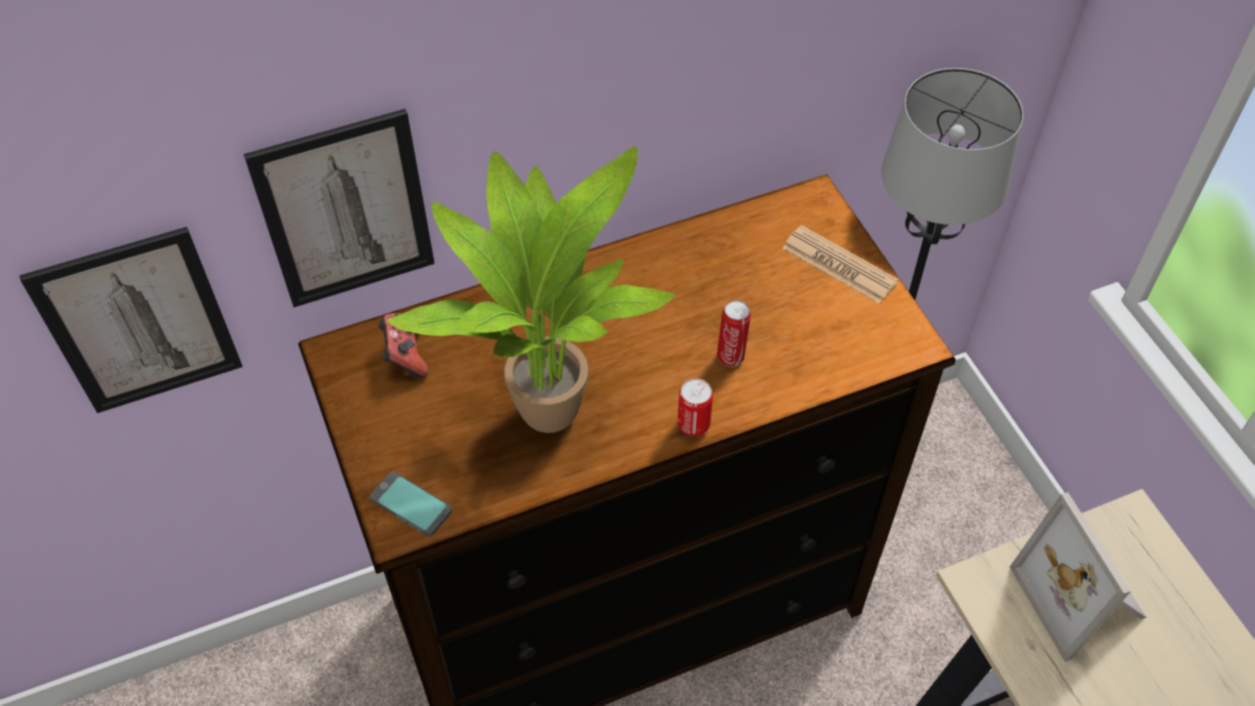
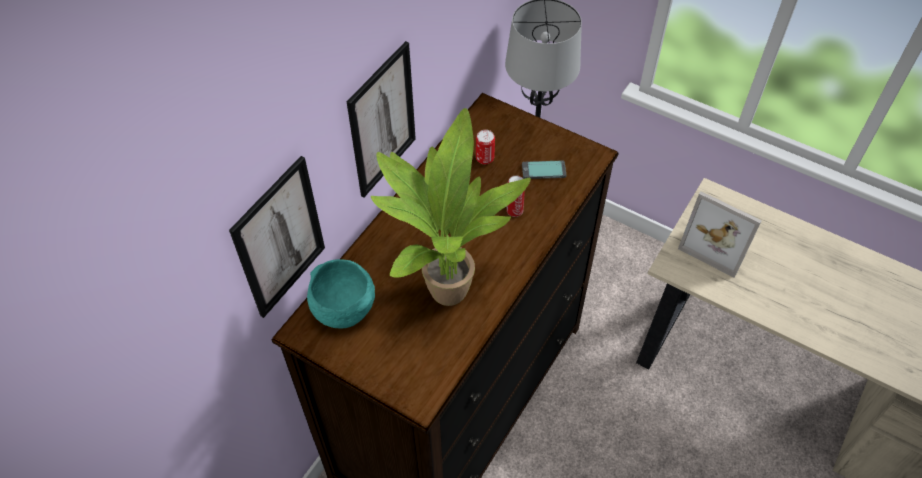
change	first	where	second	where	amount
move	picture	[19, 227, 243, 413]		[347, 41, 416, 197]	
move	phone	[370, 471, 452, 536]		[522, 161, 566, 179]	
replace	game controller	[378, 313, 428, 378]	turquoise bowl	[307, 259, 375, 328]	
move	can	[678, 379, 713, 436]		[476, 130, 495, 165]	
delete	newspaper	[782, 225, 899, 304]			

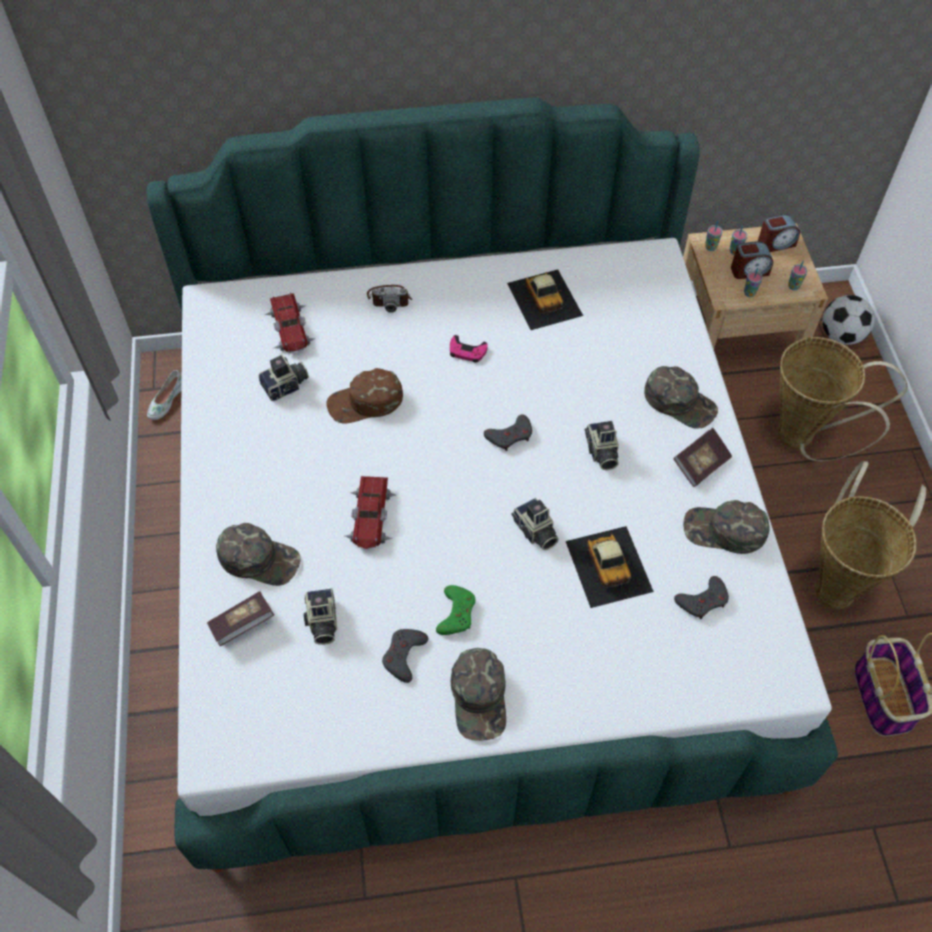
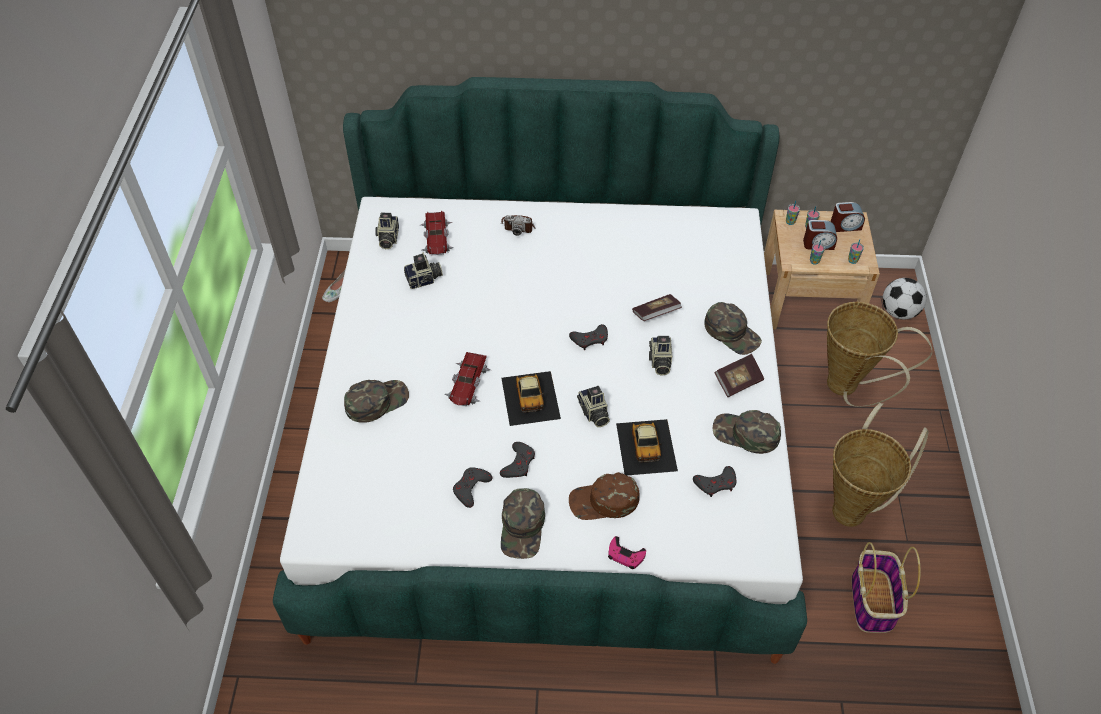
change	first	where	second	where	amount
move	book	[207, 592, 274, 646]		[632, 294, 682, 321]	
rotate	green cap	[216, 523, 301, 586]		[344, 380, 409, 423]	60 degrees counterclockwise
move	photo camera	[304, 588, 337, 645]		[375, 213, 399, 249]	
move	brown cap	[327, 368, 403, 424]		[569, 472, 640, 520]	
recolor	green game controller	[436, 585, 476, 635]	grey game controller	[500, 442, 535, 478]	
move	pink game controller	[450, 335, 488, 363]		[608, 536, 646, 569]	
move	toy car	[507, 270, 583, 330]		[501, 371, 561, 426]	

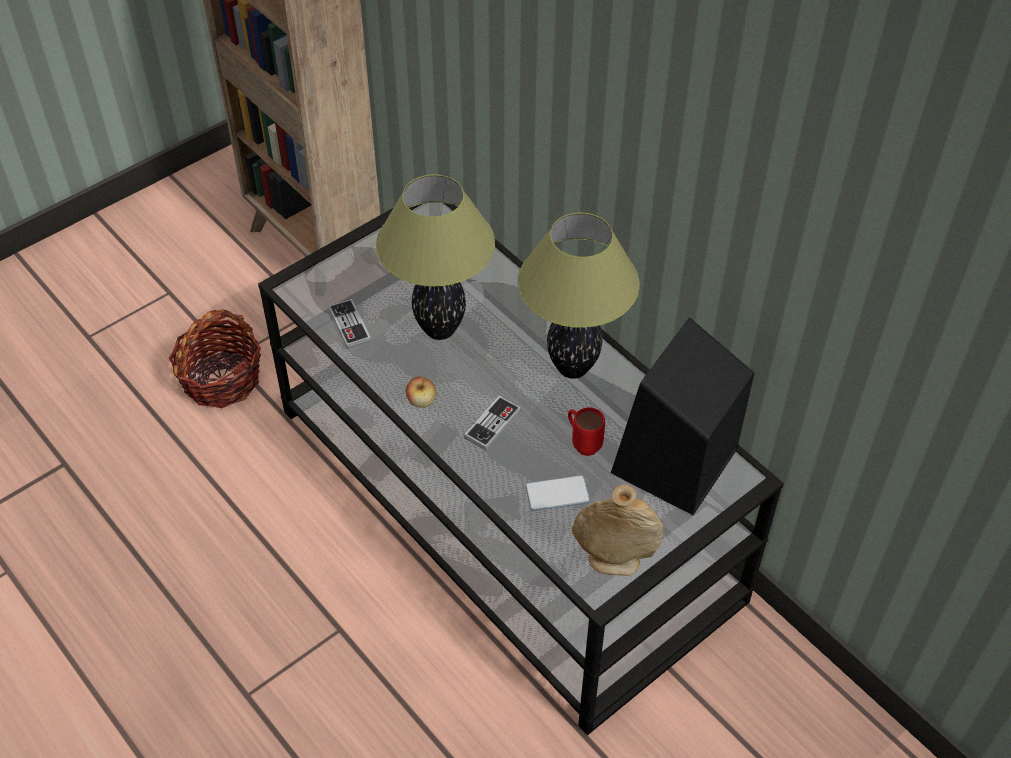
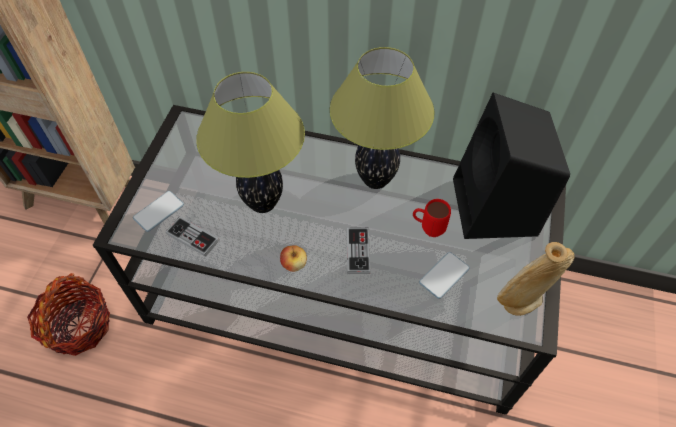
change	first	where	second	where	amount
insert			phone	[133, 191, 184, 232]	

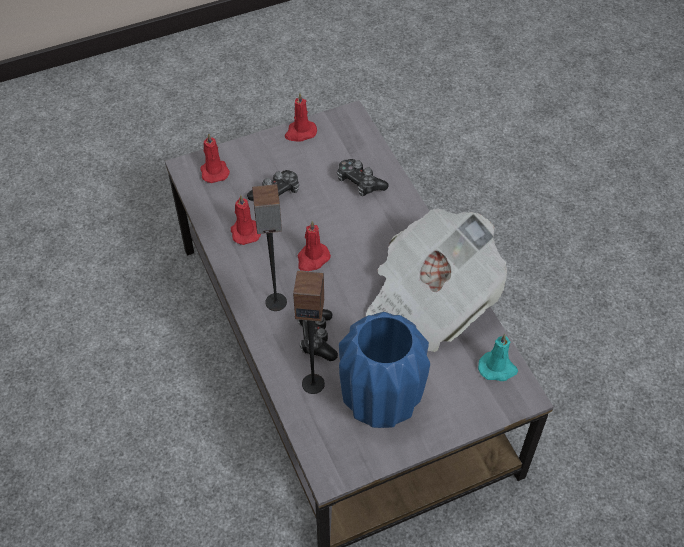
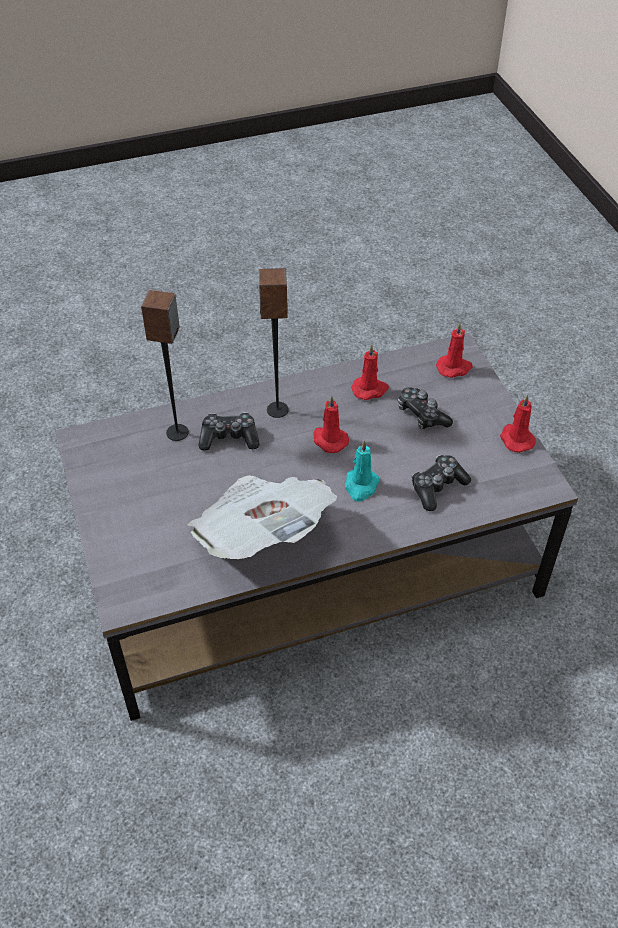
change	first	where	second	where	amount
delete	blue vase	[339, 312, 430, 428]			
move	turquoise candle	[478, 334, 518, 381]		[345, 440, 380, 502]	

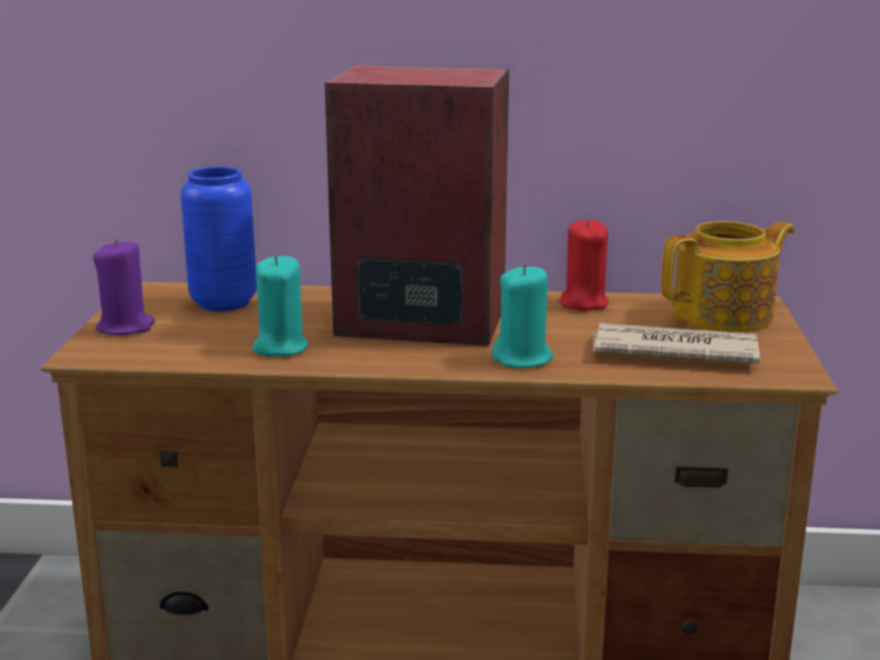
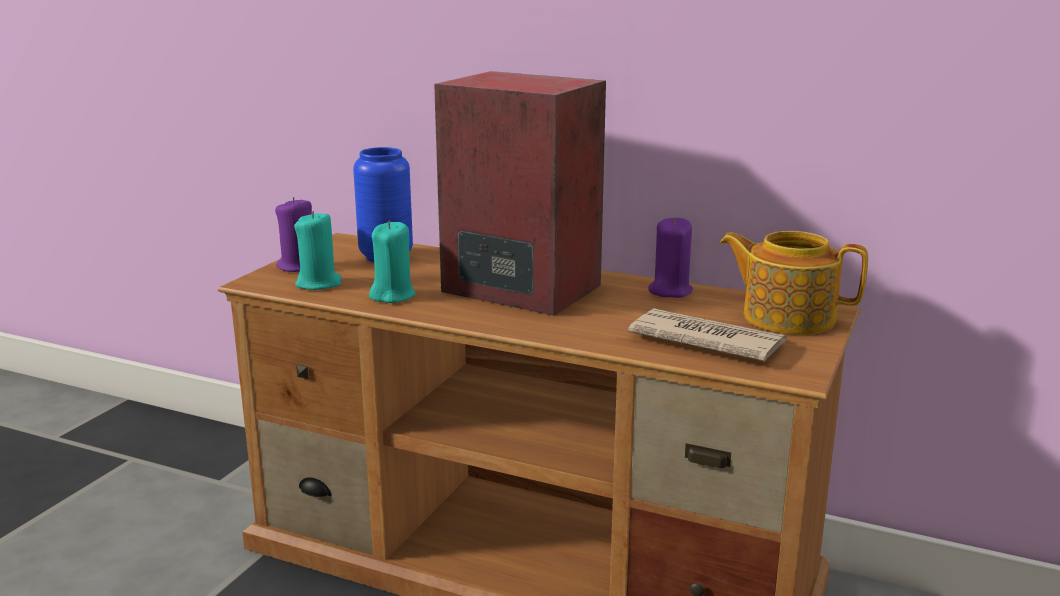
change	first	where	second	where	amount
move	turquoise candle	[492, 265, 553, 368]		[294, 211, 342, 290]	
recolor	red candle	[559, 219, 609, 311]	purple candle	[648, 217, 693, 298]	
rotate	teapot	[661, 221, 794, 332]		[719, 231, 868, 335]	150 degrees counterclockwise

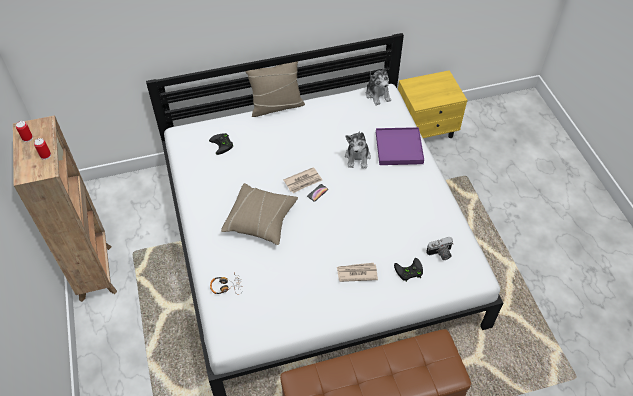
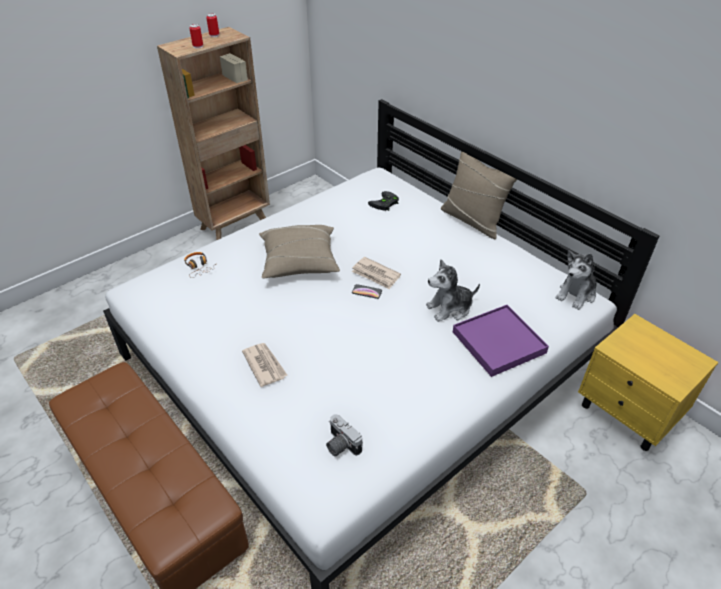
change	first	where	second	where	amount
delete	black game controller	[394, 258, 423, 282]			

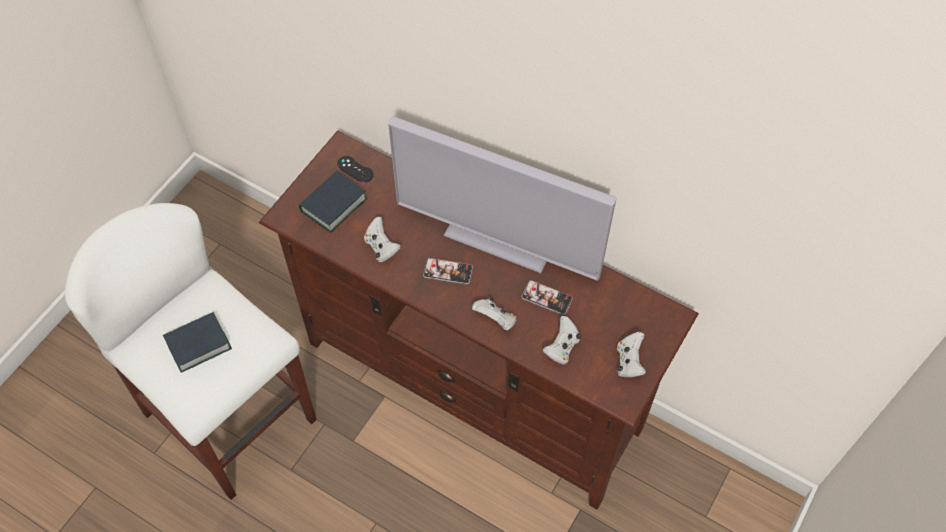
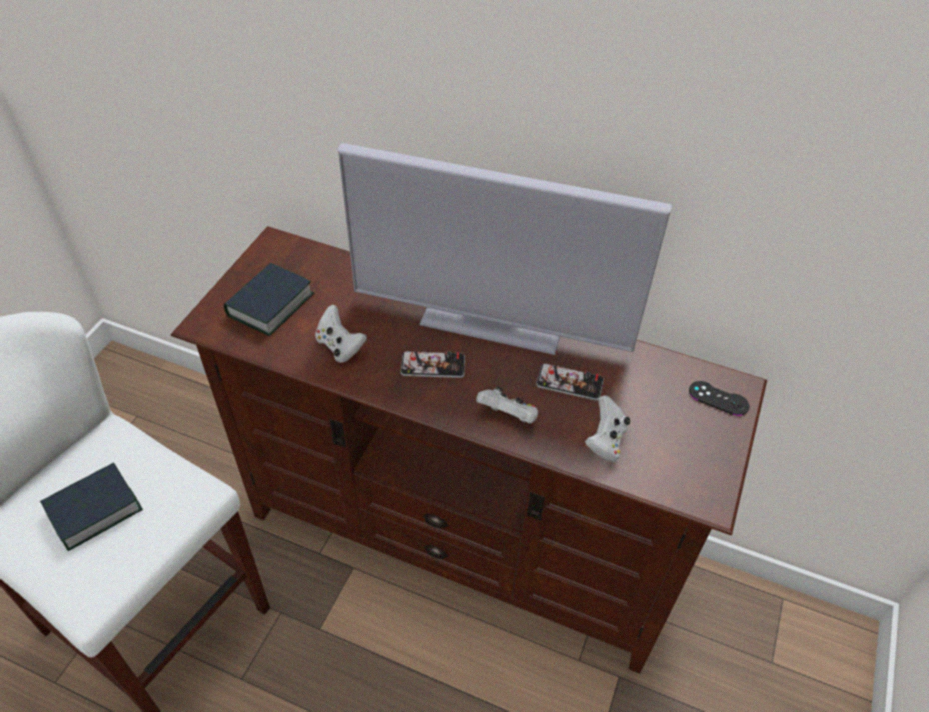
change	first	where	second	where	amount
move	black game controller	[337, 156, 374, 183]		[689, 381, 749, 416]	
delete	white game controller	[617, 332, 646, 377]			

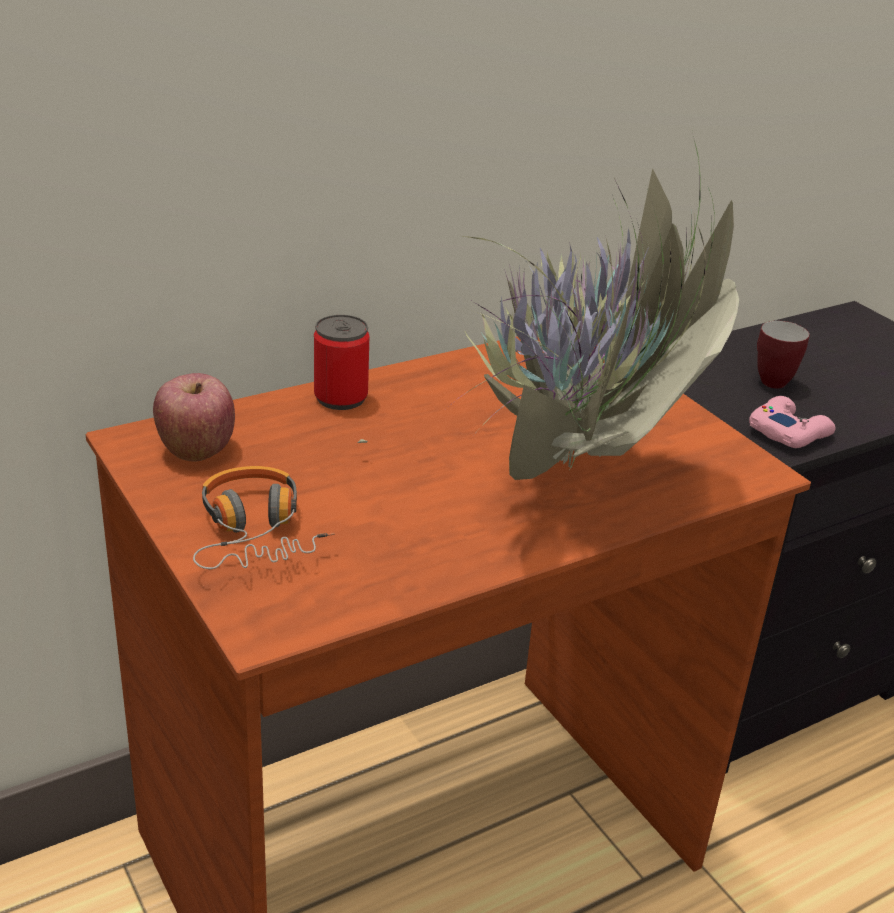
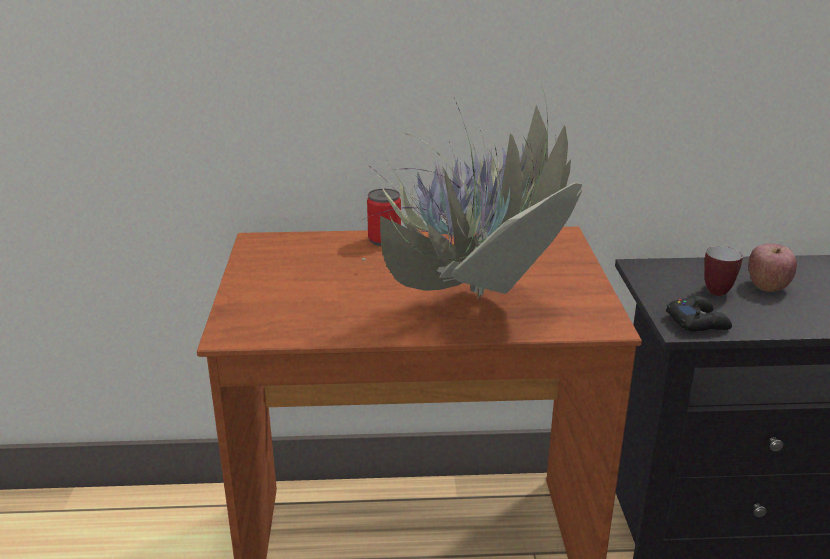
change	first	where	second	where	amount
move	apple	[153, 373, 235, 461]		[748, 244, 797, 292]	
delete	headphones	[193, 466, 335, 569]			
recolor	pink game controller	[749, 396, 836, 448]	black game controller	[666, 296, 732, 332]	

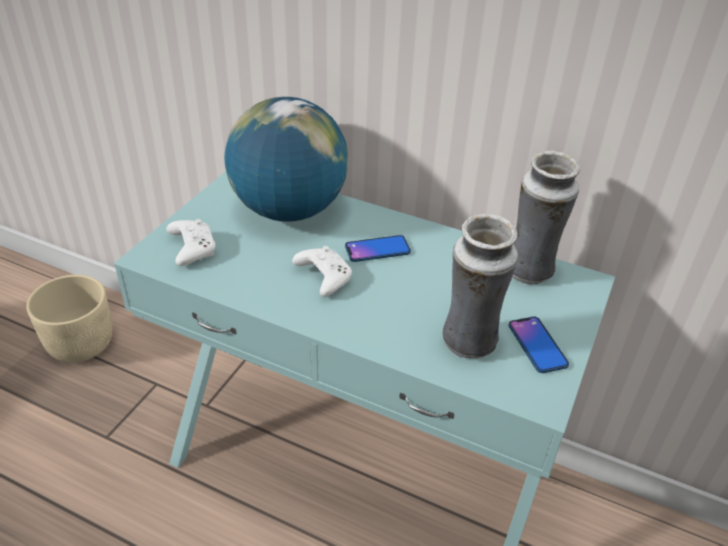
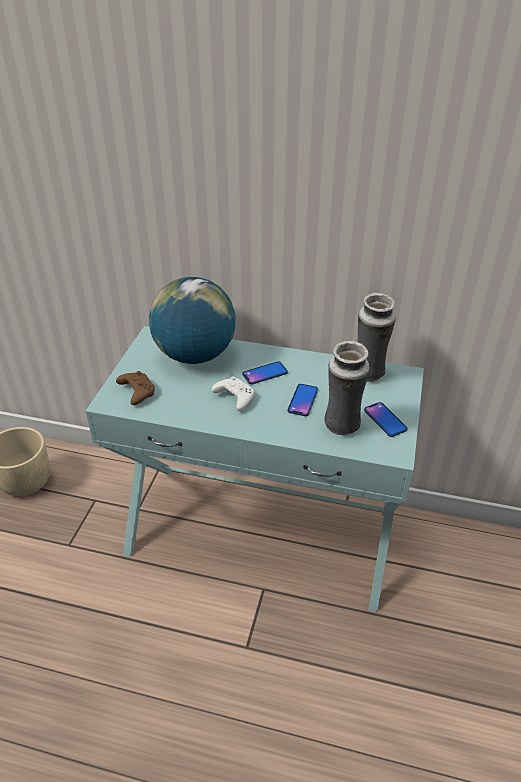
change	first	where	second	where	amount
recolor	white game controller	[166, 219, 215, 266]	brown game controller	[116, 371, 155, 405]	
insert			phone	[287, 384, 318, 416]	

